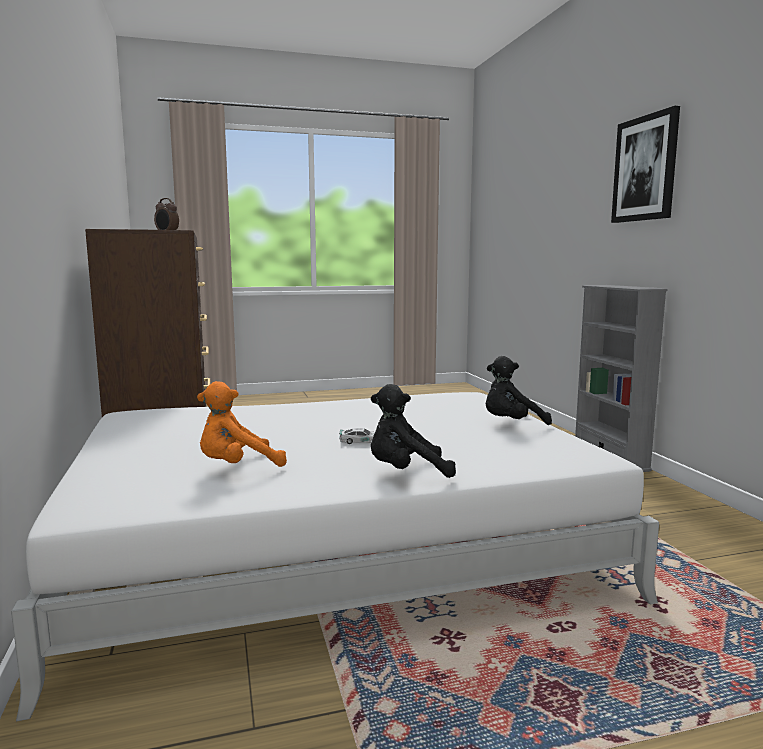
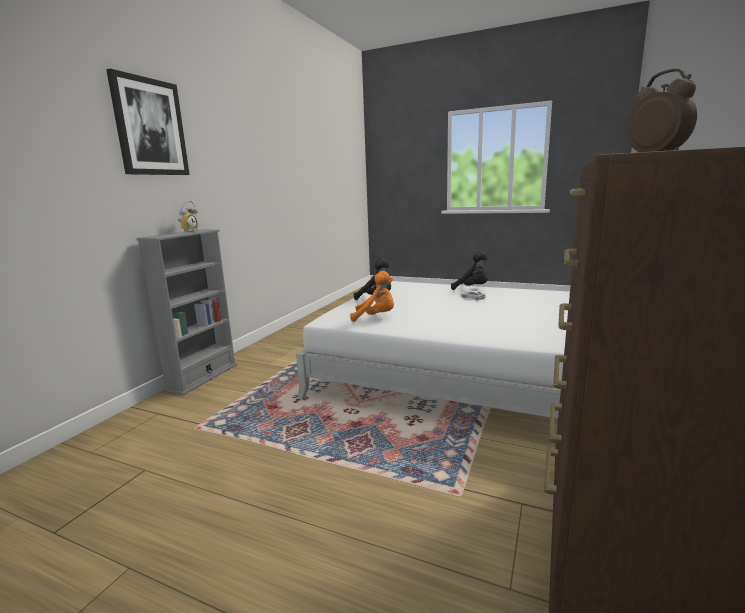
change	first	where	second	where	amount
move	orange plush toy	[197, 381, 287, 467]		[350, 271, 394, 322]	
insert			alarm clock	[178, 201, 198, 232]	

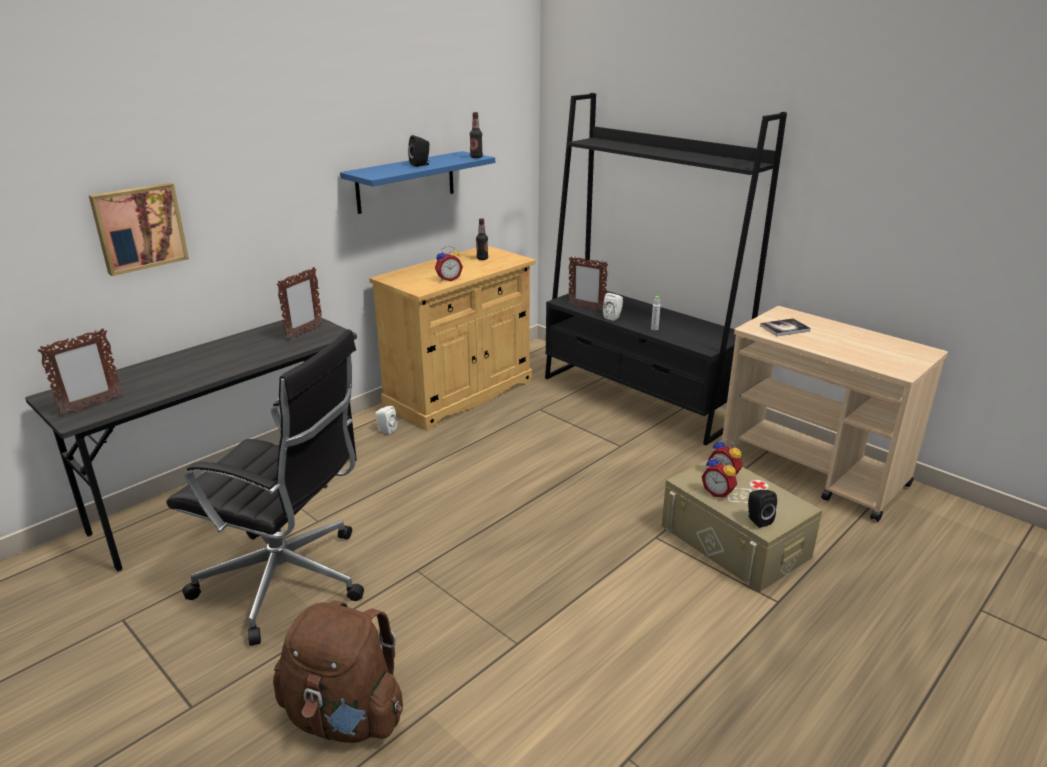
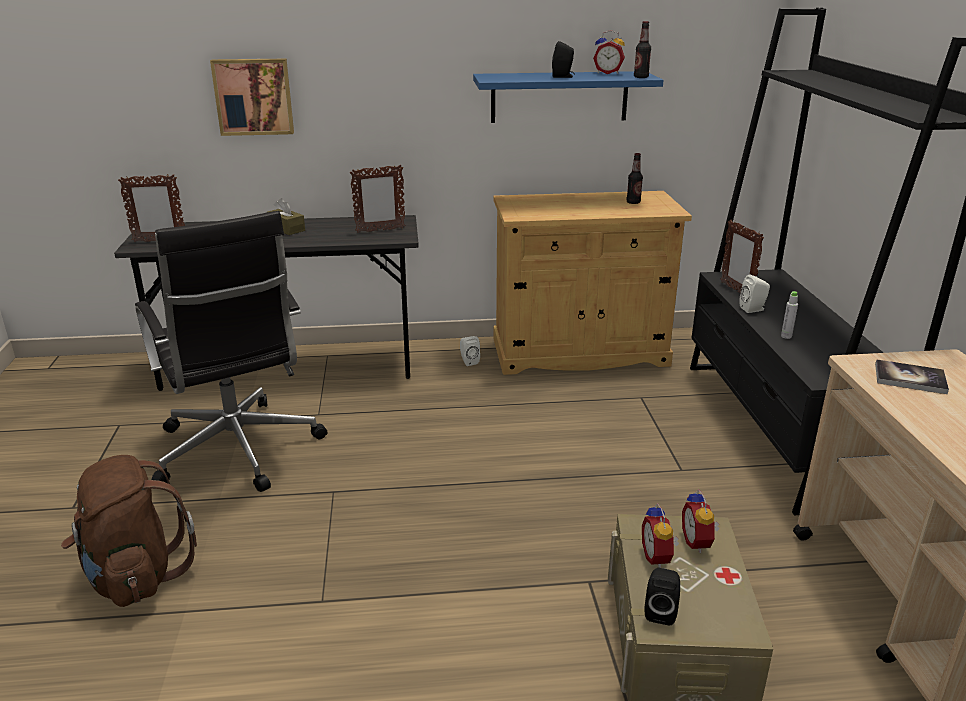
change	first	where	second	where	amount
move	alarm clock	[435, 246, 463, 281]		[593, 30, 625, 74]	
insert			brown tissue box	[268, 198, 305, 235]	

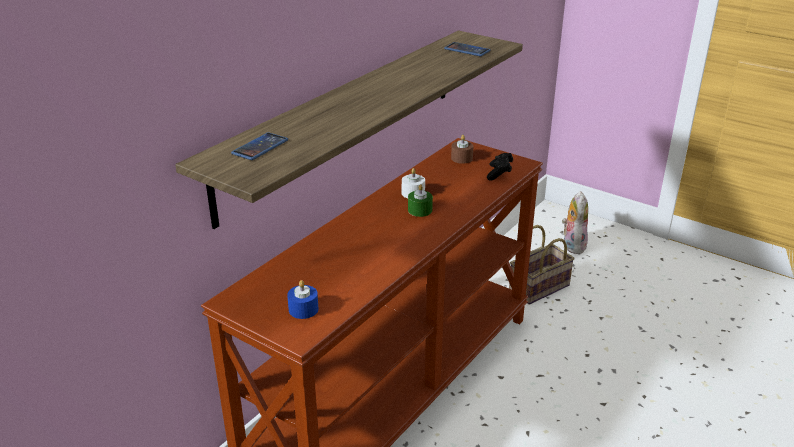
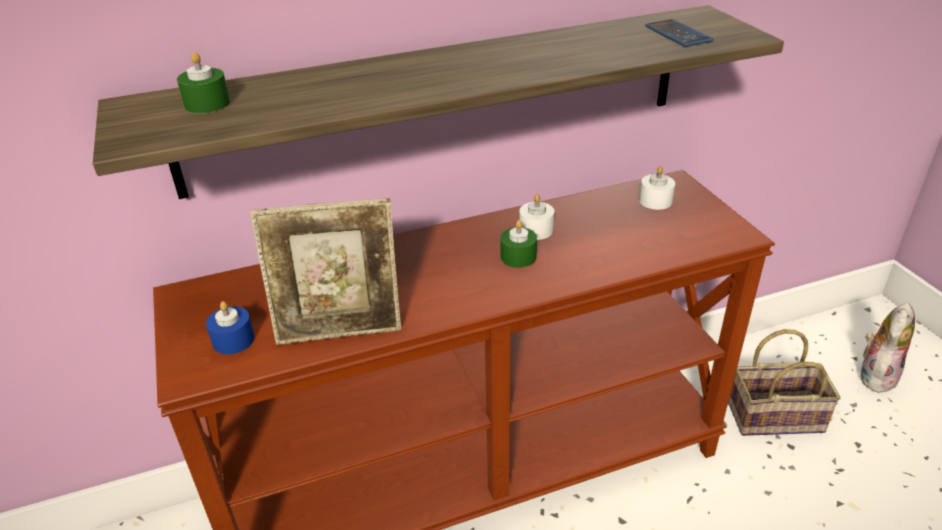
change	first	where	second	where	amount
replace	phone	[231, 132, 288, 160]	green candle	[177, 52, 230, 114]	
recolor	brown candle	[451, 135, 474, 164]	white candle	[639, 166, 675, 210]	
delete	black game controller	[487, 153, 513, 181]			
insert			picture frame	[250, 198, 401, 345]	

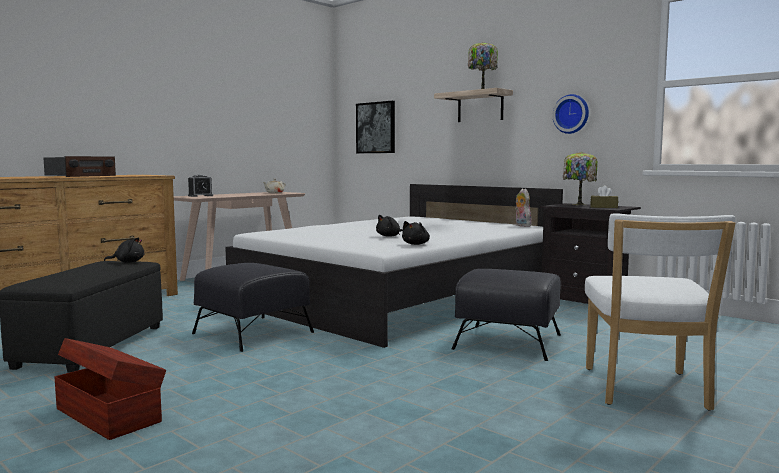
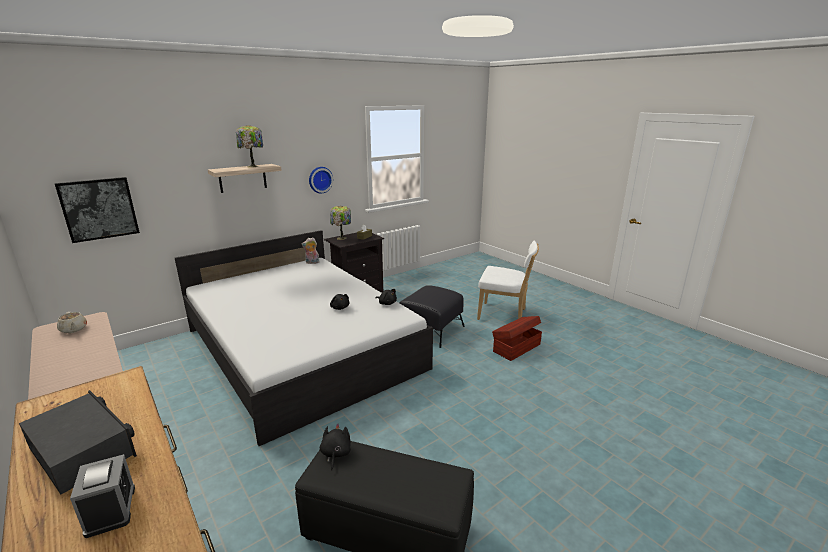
change	first	where	second	where	amount
move	brown storage box	[54, 338, 166, 440]		[492, 316, 542, 361]	
move	alarm clock	[188, 175, 213, 197]		[70, 454, 135, 538]	
delete	black ottoman	[192, 263, 314, 352]			

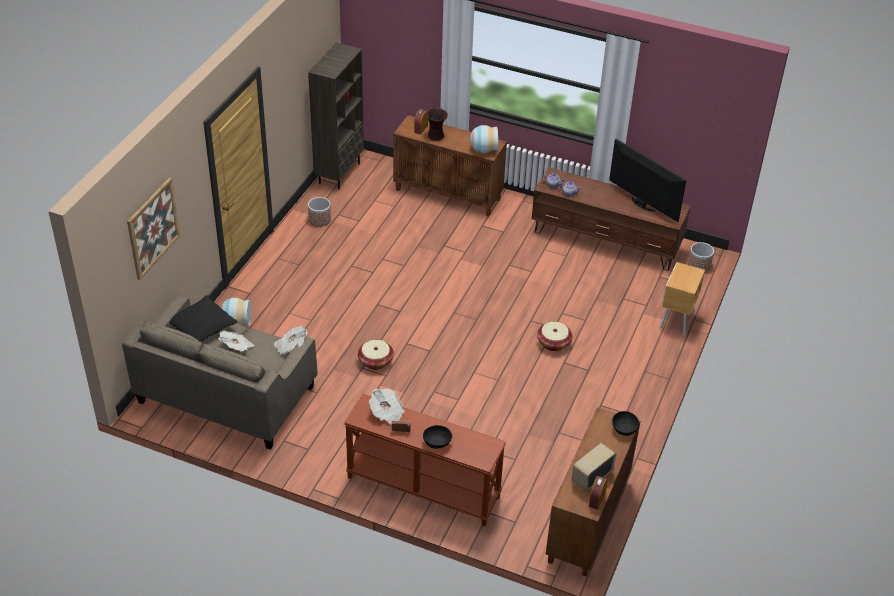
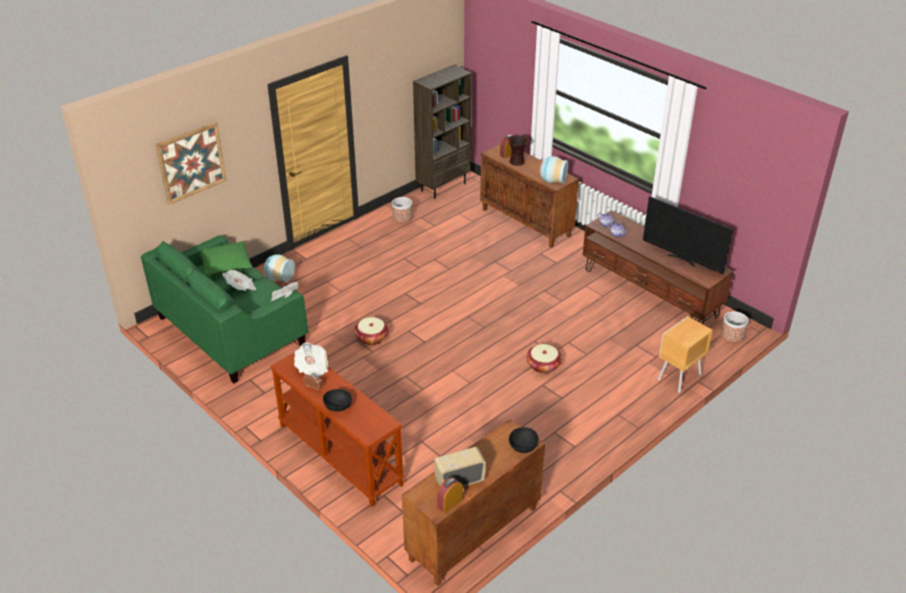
change	first	where	second	where	amount
recolor	beige sofa	[122, 295, 318, 450]	green sofa	[141, 235, 309, 383]	
recolor	black pillow	[170, 295, 238, 342]	green pillow	[199, 241, 253, 276]	
rotate	television	[609, 139, 686, 222]		[643, 196, 733, 274]	150 degrees clockwise

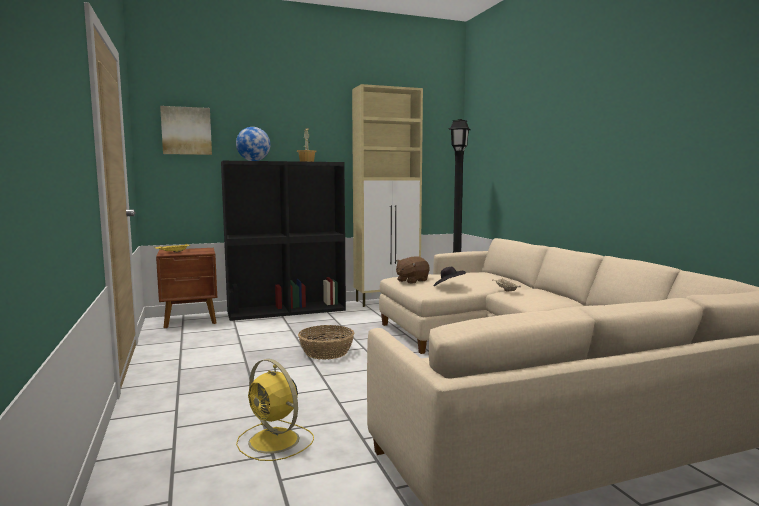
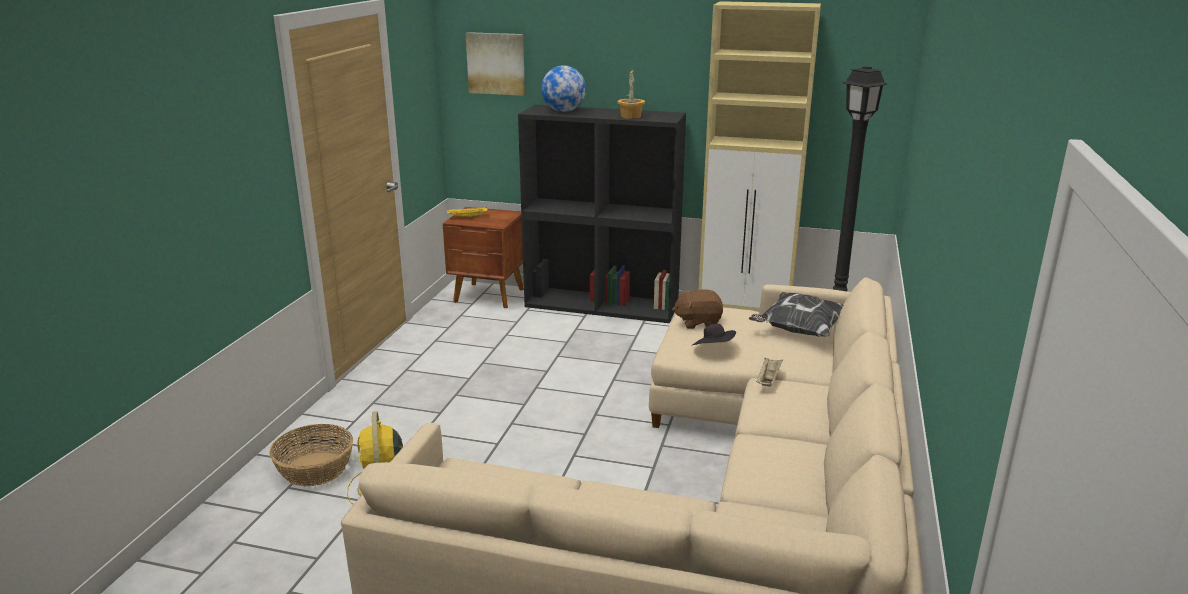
change	first	where	second	where	amount
move	basket	[298, 325, 354, 360]		[269, 424, 353, 486]	
insert			pillow	[749, 292, 843, 337]	

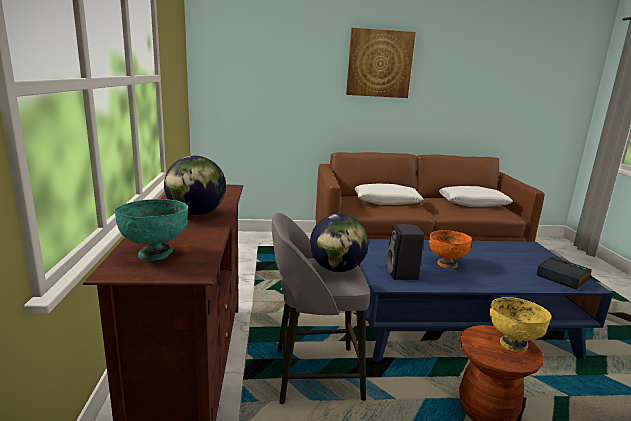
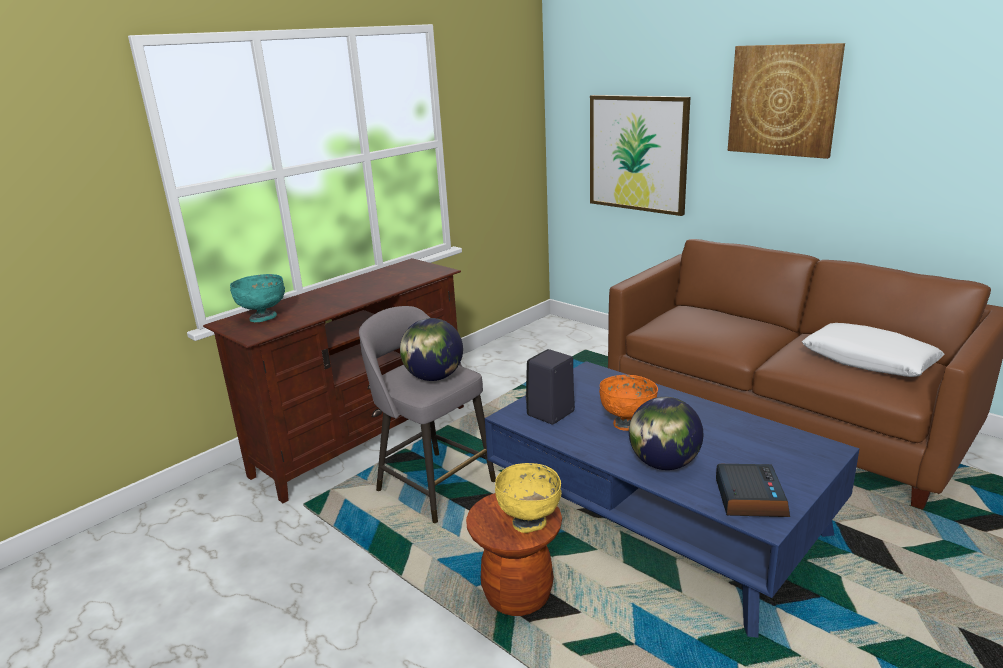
change	first	where	second	where	amount
move	globe	[164, 156, 226, 216]		[629, 397, 703, 470]	
delete	white pillow	[355, 183, 423, 205]			
insert			picture	[590, 95, 690, 216]	

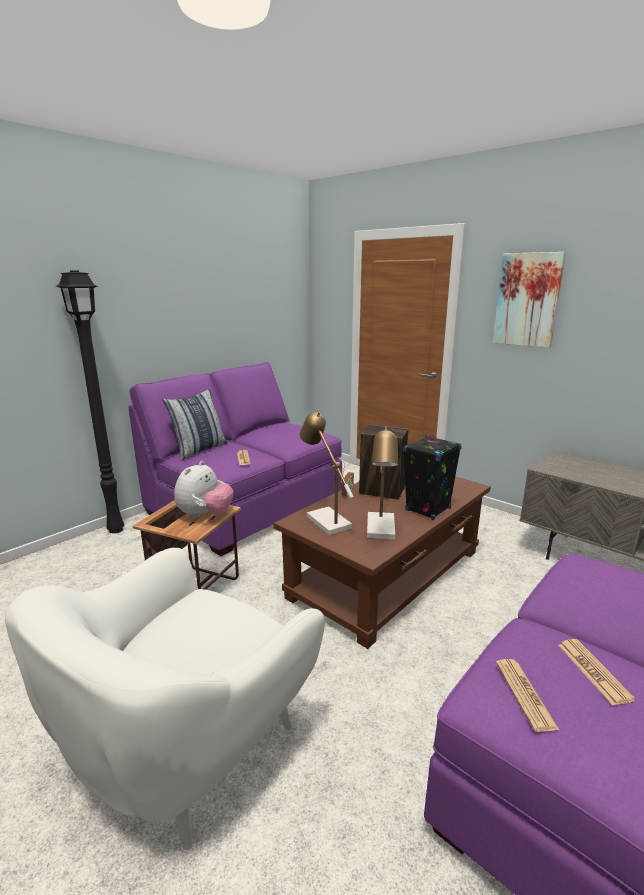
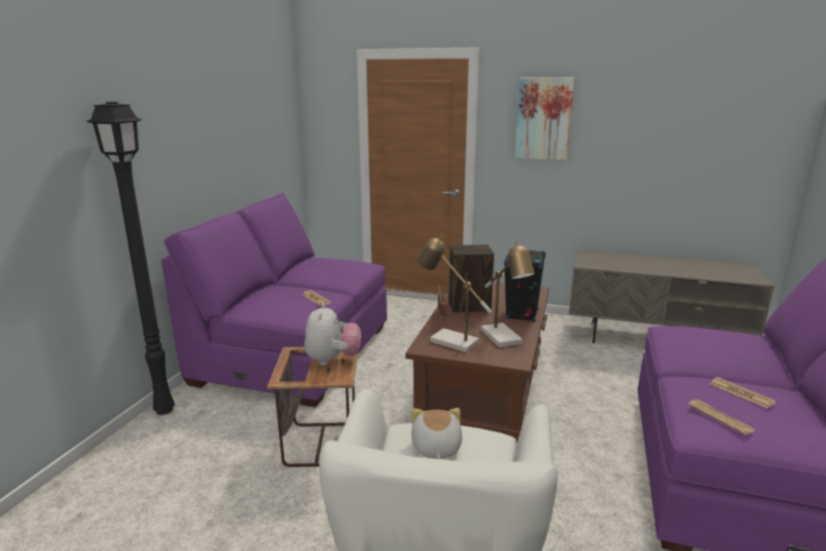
change	first	where	second	where	amount
delete	pillow	[162, 388, 227, 460]			
insert			plush toy	[411, 408, 462, 459]	

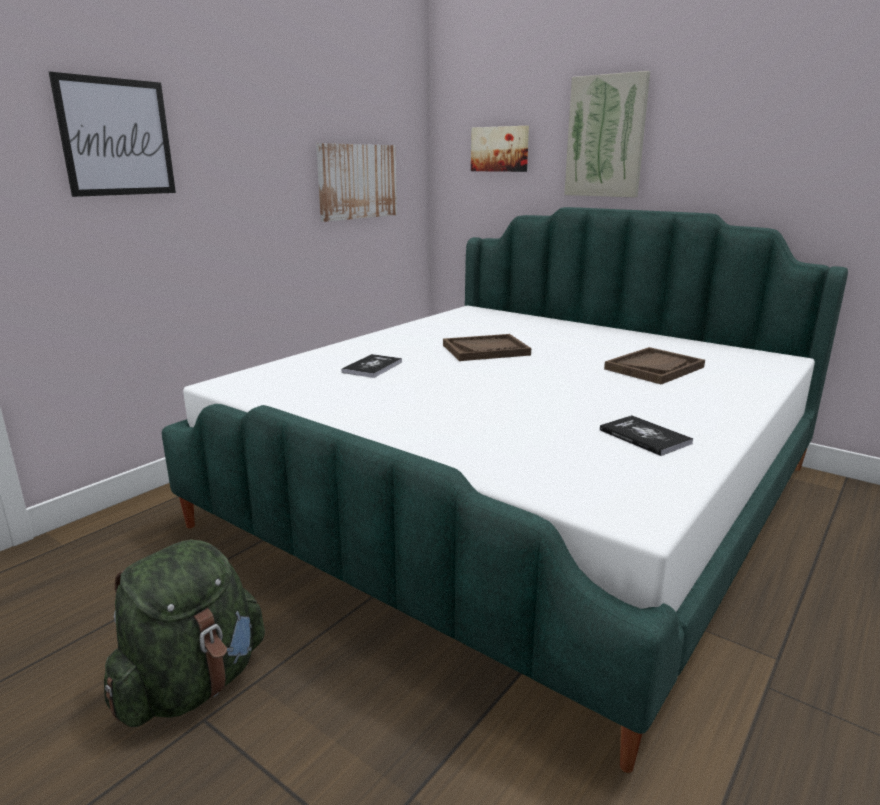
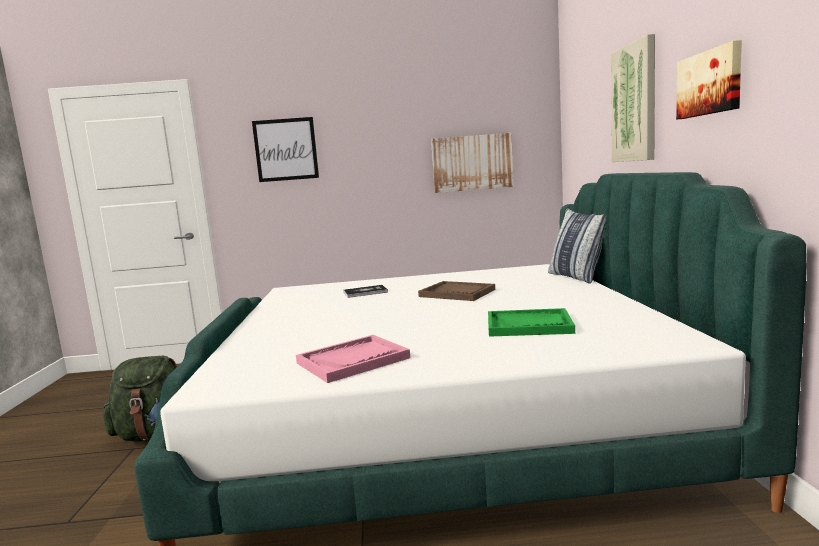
change	first	where	second	where	amount
move	picture	[471, 126, 529, 172]		[676, 40, 742, 119]	
replace	book	[600, 415, 693, 456]	pink tray	[296, 335, 410, 383]	
recolor	brown tray	[604, 347, 705, 384]	green tray	[488, 308, 575, 337]	
insert			pillow	[548, 208, 606, 284]	

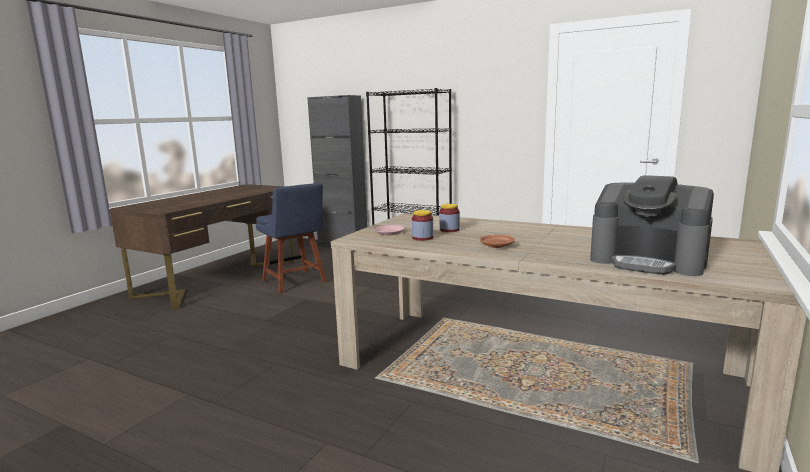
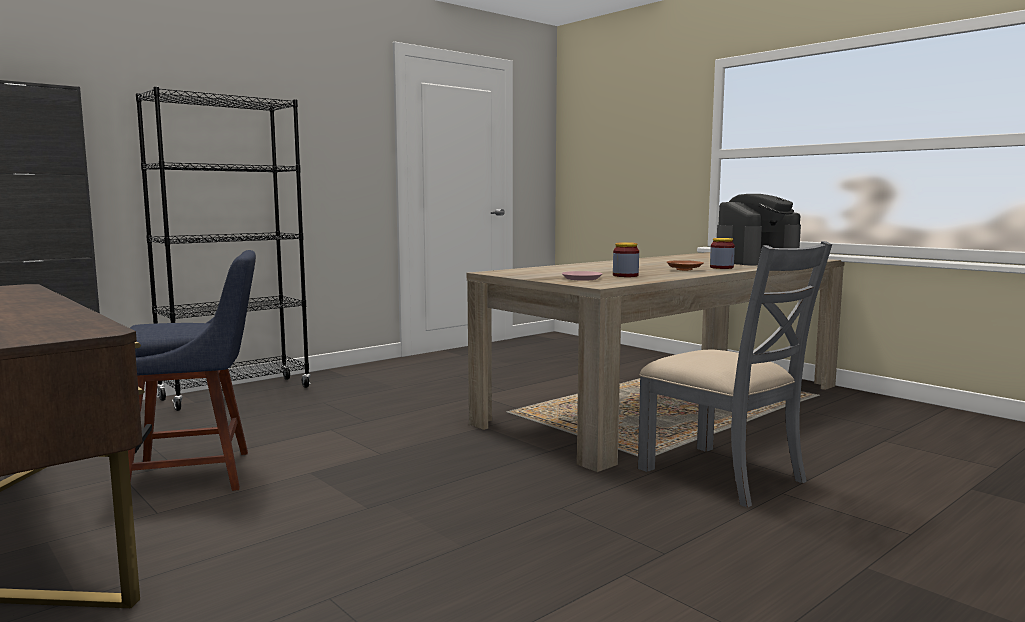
change	first	where	second	where	amount
move	jar	[439, 204, 460, 232]		[710, 238, 735, 269]	
insert			grey chair	[638, 241, 832, 508]	

